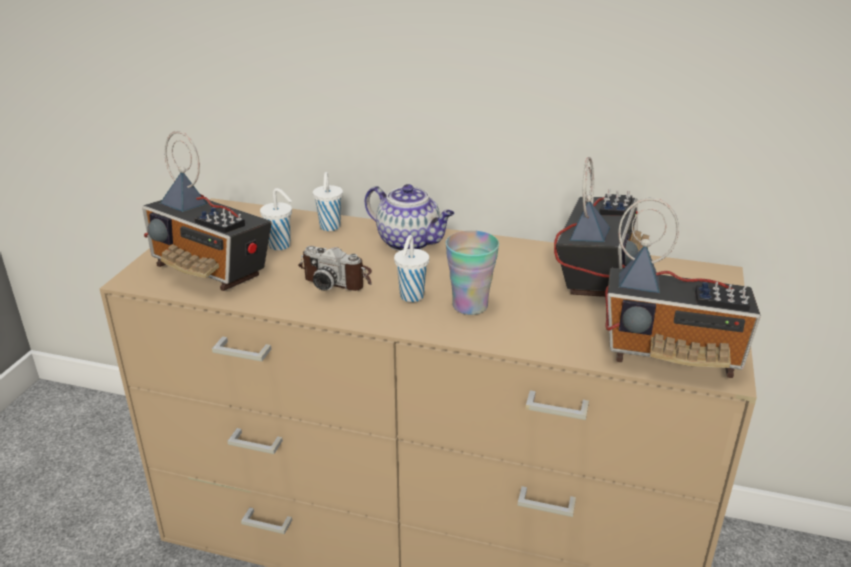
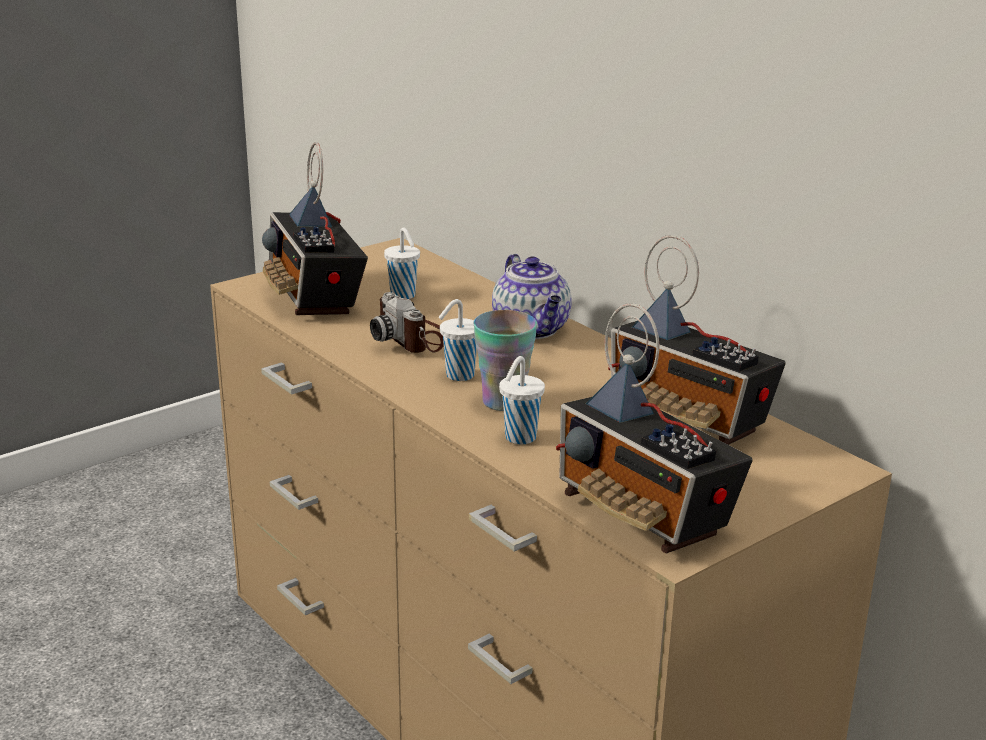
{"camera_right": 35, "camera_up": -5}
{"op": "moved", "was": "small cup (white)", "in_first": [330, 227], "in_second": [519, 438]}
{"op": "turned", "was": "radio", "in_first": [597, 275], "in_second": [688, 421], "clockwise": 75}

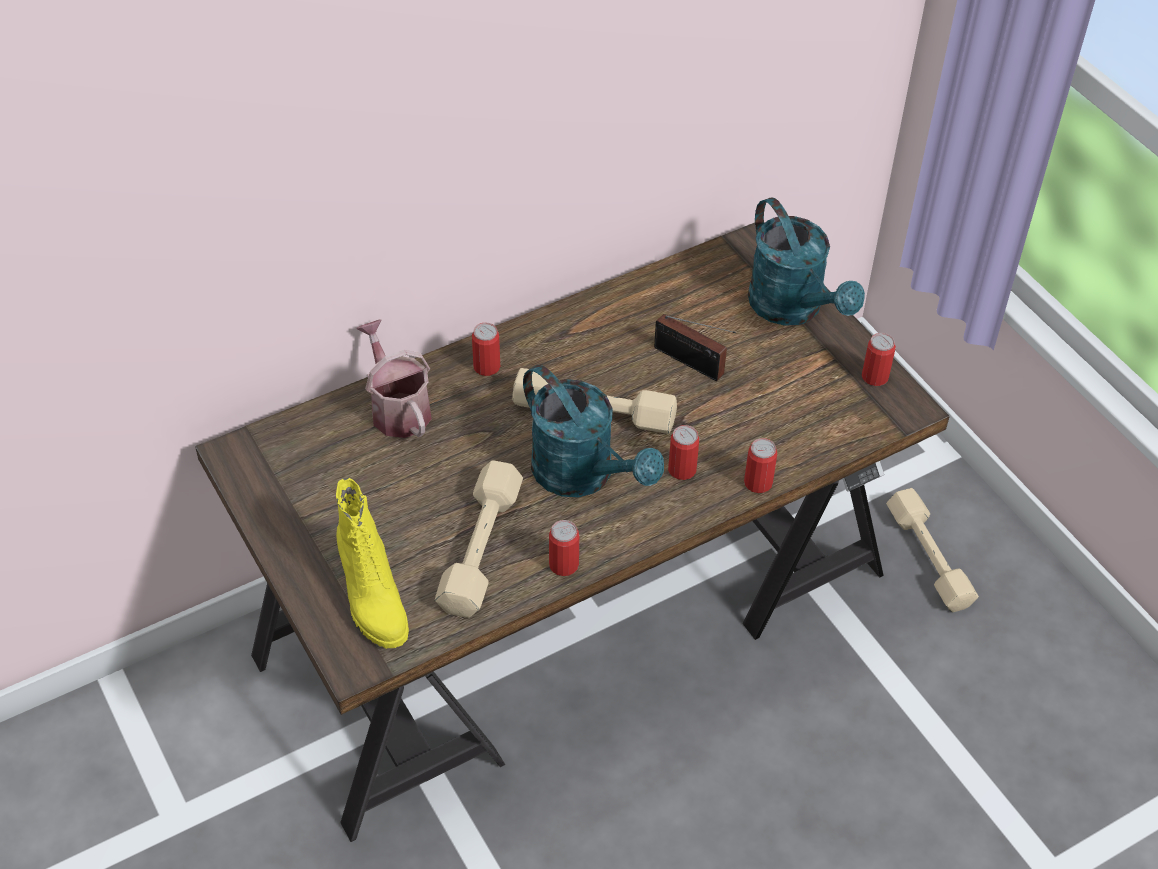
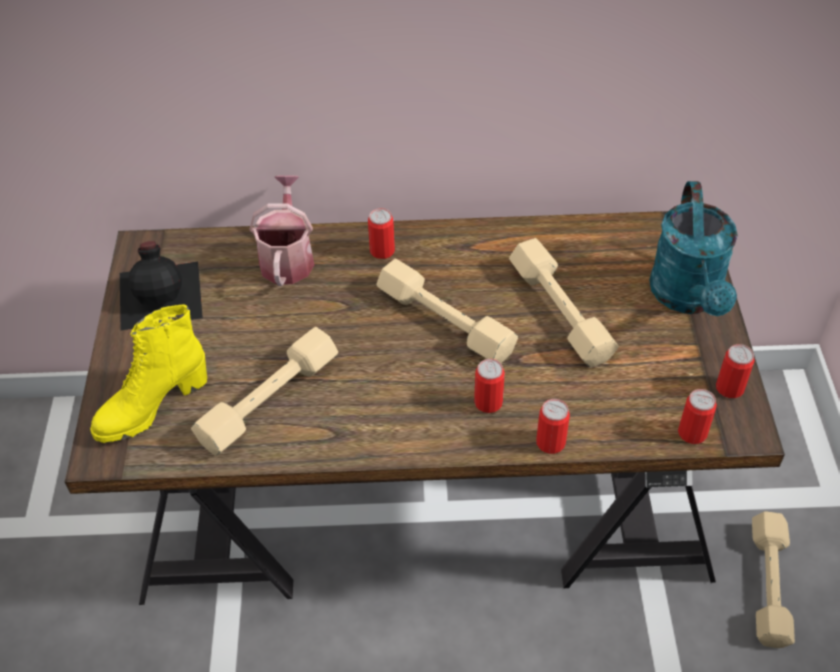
{"camera_right": 30, "camera_up": 0}
{"op": "turned", "was": "tall boot (yellow-coloured)", "in_first": [371, 600], "in_second": [152, 406], "clockwise": 45}
{"op": "added", "now": "bottle (black-coloured)", "in_second": [161, 293]}
{"op": "replaced", "was": "radio", "now": "dumbbell (beige)", "in_first": [692, 363], "in_second": [561, 312]}
{"op": "moved", "was": "sealed can", "in_first": [563, 565], "in_second": [692, 433]}
{"op": "removed", "was": "watering can (blue-green)", "in_first": [583, 476]}

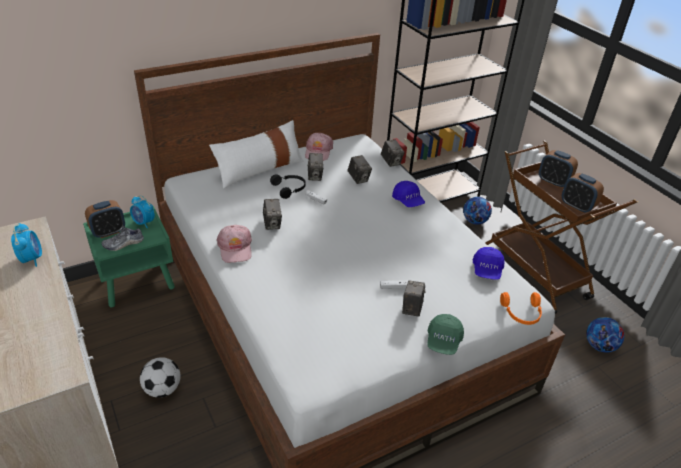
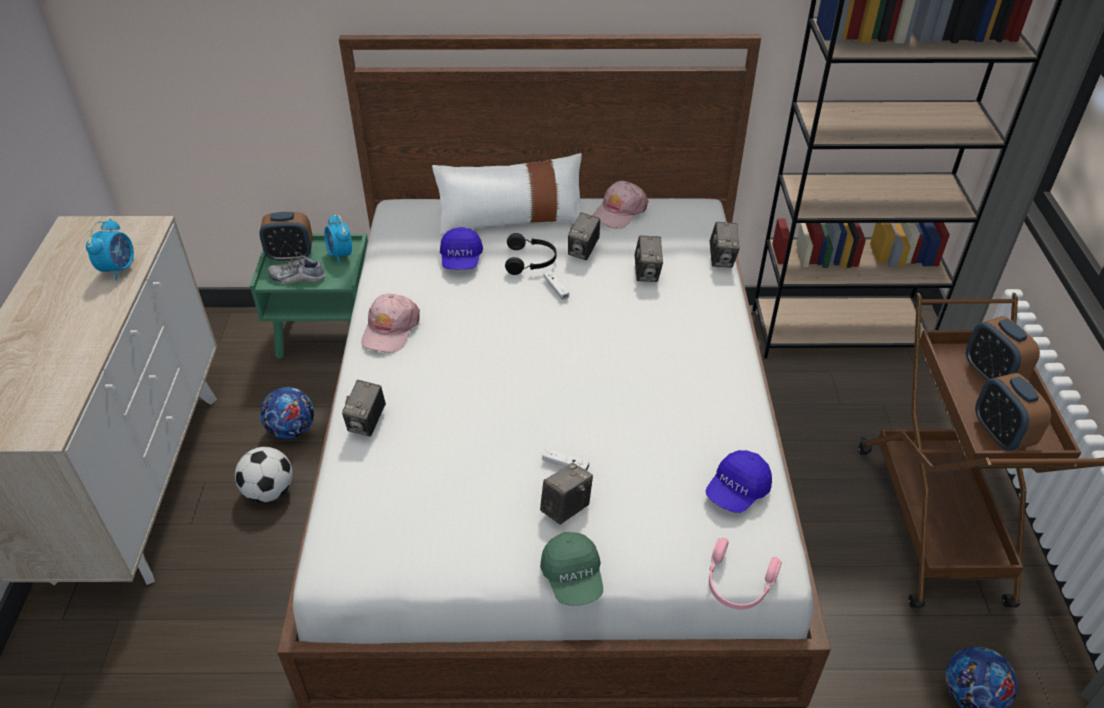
{"camera_right": 30, "camera_up": 5}
{"op": "moved", "was": "football ball", "in_first": [474, 221], "in_second": [292, 430]}
{"op": "moved", "was": "photo camera", "in_first": [272, 224], "in_second": [367, 423]}
{"op": "moved", "was": "cap (bluish)", "in_first": [408, 201], "in_second": [461, 260]}
{"op": "turned", "was": "cap (green)", "in_first": [443, 341], "in_second": [573, 578], "clockwise": -60}
{"op": "recoloured", "was": "headset (orangey)", "now": "headset (pink)", "in_first": [521, 313], "in_second": [738, 584]}

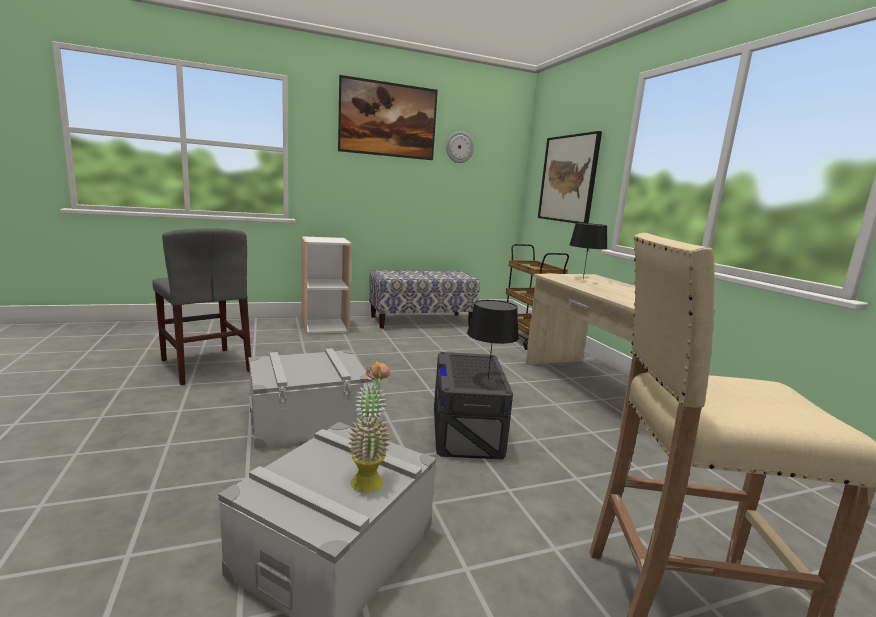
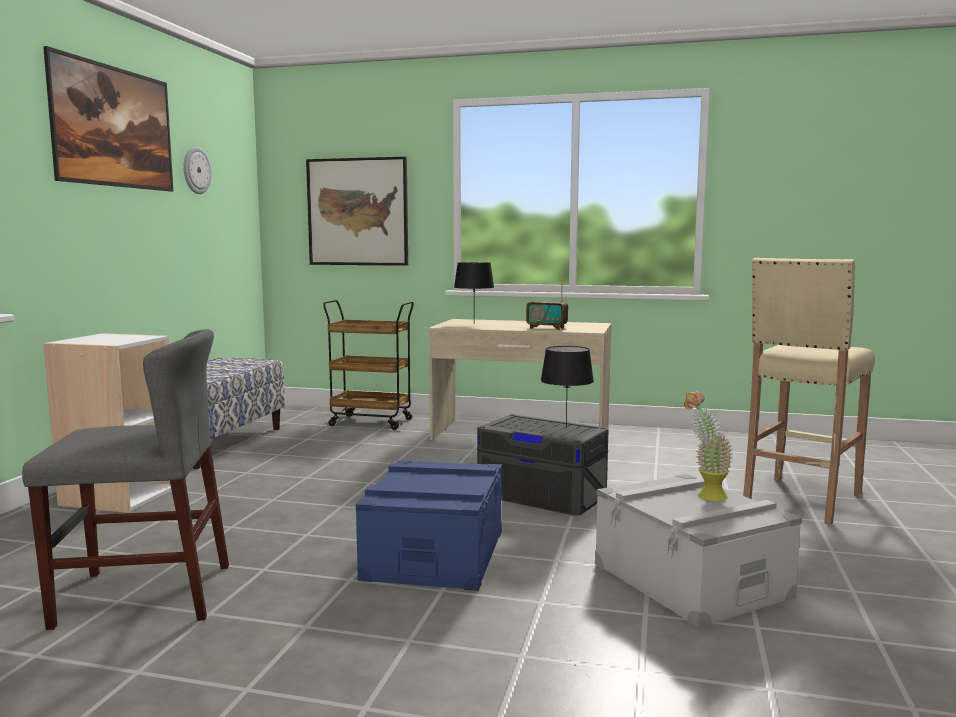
{"camera_right": -55, "camera_up": -5}
{"op": "recoloured", "was": "storage container (grey)", "now": "storage container (bluish)", "in_first": [308, 418], "in_second": [434, 554]}
{"op": "added", "now": "radio", "in_second": [547, 328]}

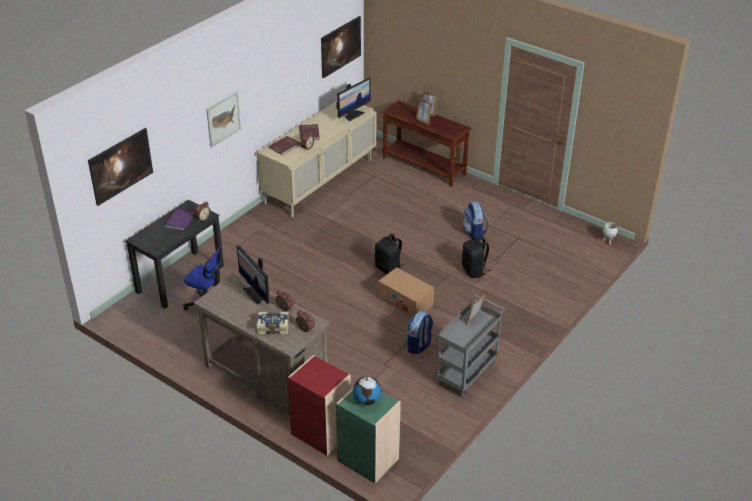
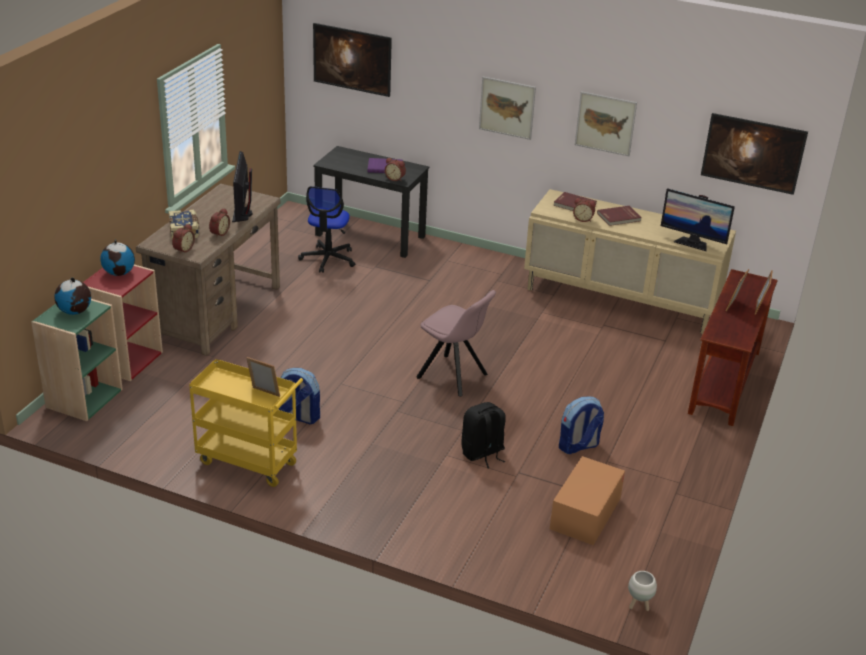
{"camera_right": 75, "camera_up": -5}
{"op": "added", "now": "globe", "in_second": [119, 273]}
{"op": "recoloured", "was": "cart (grey)", "now": "cart (yellow-coloured)", "in_first": [467, 374], "in_second": [250, 464]}
{"op": "turned", "was": "computer display", "in_first": [256, 294], "in_second": [242, 214], "clockwise": -45}
{"op": "replaced", "was": "knapsack (black-coloured)", "now": "plain chair (pink)", "in_first": [388, 269], "in_second": [453, 376]}
{"op": "moved", "was": "cardboard box", "in_first": [405, 301], "in_second": [585, 513]}
{"op": "added", "now": "wall picture", "in_second": [605, 123]}

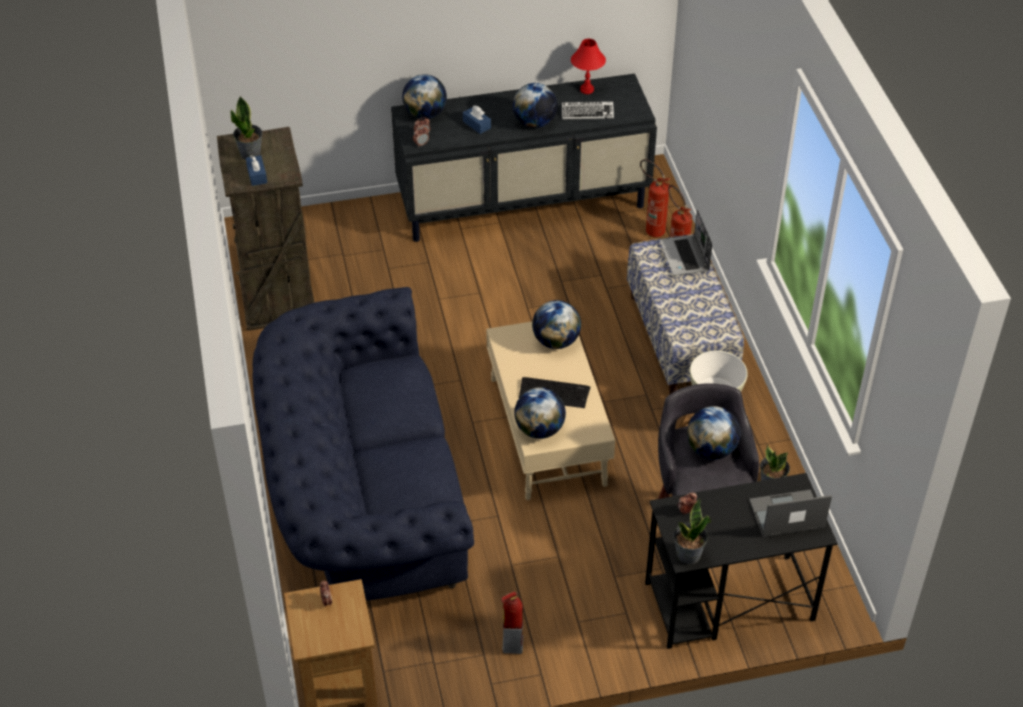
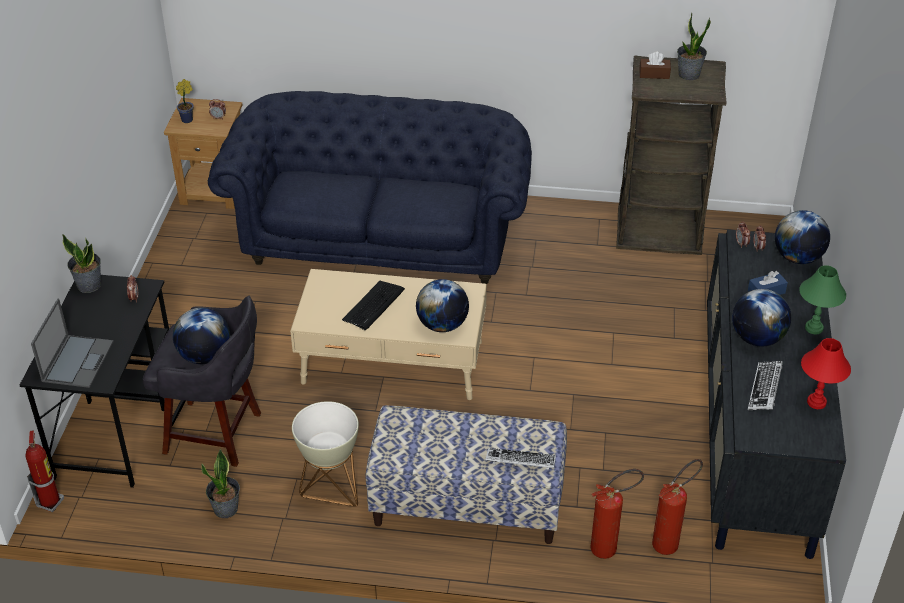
{"camera_right": 110, "camera_up": -5}
{"op": "moved", "was": "fire-fighting cylinder", "in_first": [512, 645], "in_second": [50, 502]}
{"op": "added", "now": "plant in a pot", "in_second": [188, 119]}
{"op": "replaced", "was": "laptop", "now": "computer keyboard", "in_first": [685, 257], "in_second": [520, 462]}
{"op": "recoloured", "was": "box of tissues (bluish)", "now": "box of tissues (brown-coloured)", "in_first": [257, 175], "in_second": [654, 74]}
{"op": "added", "now": "lamp for a table (green)", "in_second": [813, 328]}
{"op": "removed", "was": "globe", "in_first": [539, 429]}

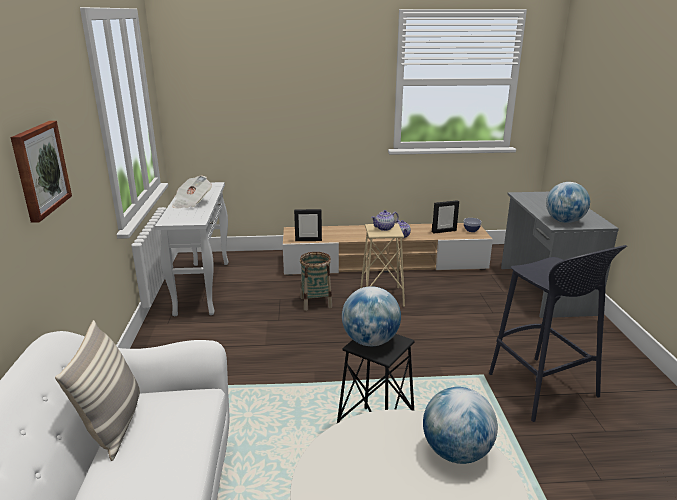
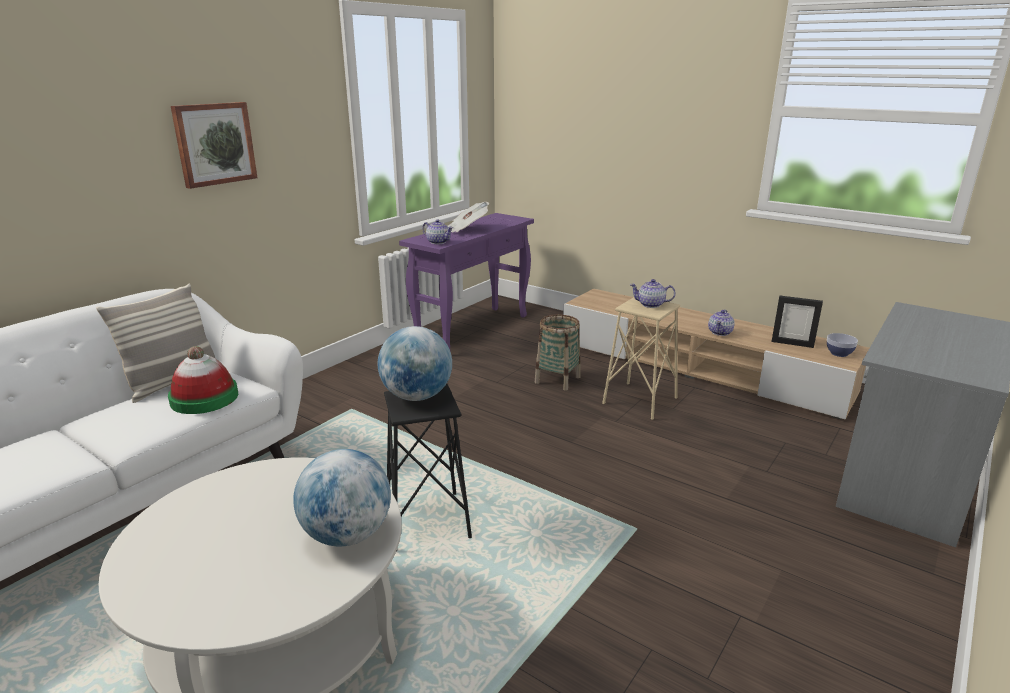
{"camera_right": 40, "camera_up": 0}
{"op": "added", "now": "clothing hat", "in_second": [204, 398]}
{"op": "recoloured", "was": "hall table (white)", "now": "hall table (purple)", "in_first": [203, 287], "in_second": [473, 330]}
{"op": "added", "now": "pot for tea", "in_second": [438, 242]}
{"op": "removed", "was": "picture frame", "in_first": [308, 240]}
{"op": "removed", "was": "stool seat (grey)", "in_first": [540, 388]}
{"op": "removed", "was": "globe", "in_first": [564, 221]}

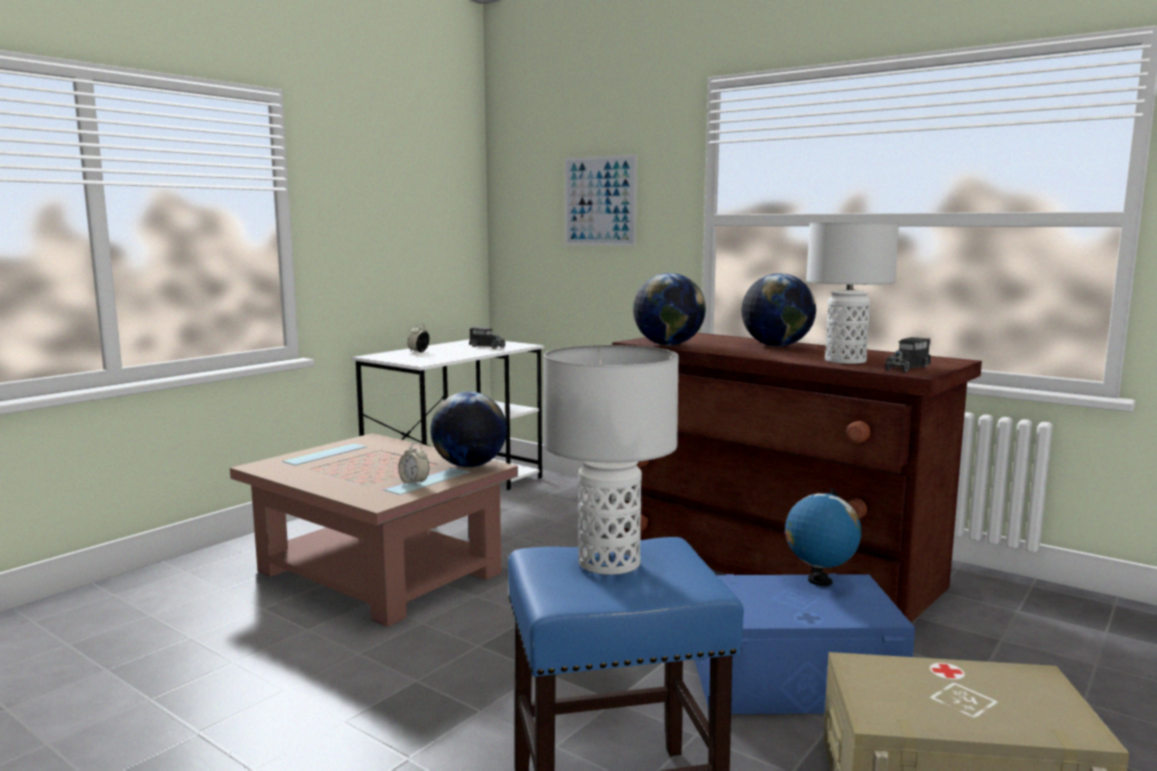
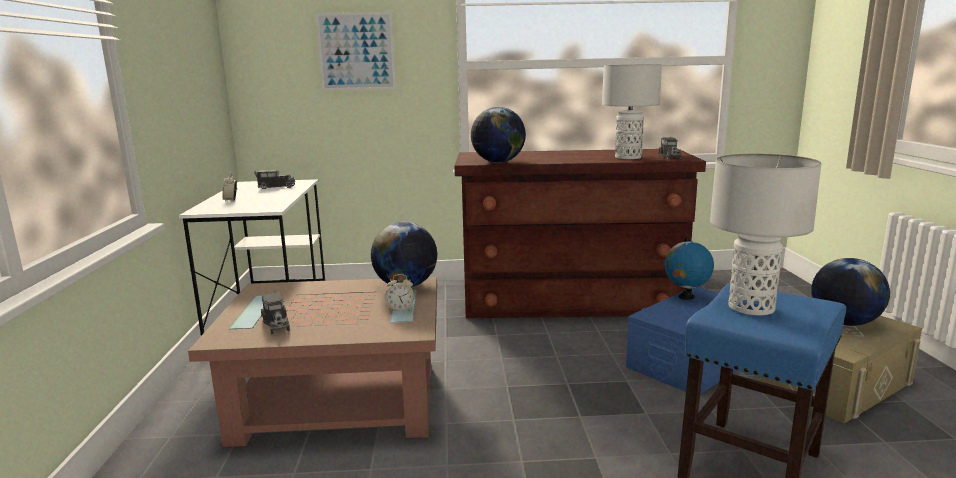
{"camera_right": -40, "camera_up": 5}
{"op": "added", "now": "toy lorry", "in_second": [276, 323]}
{"op": "moved", "was": "globe", "in_first": [776, 346], "in_second": [844, 322]}

